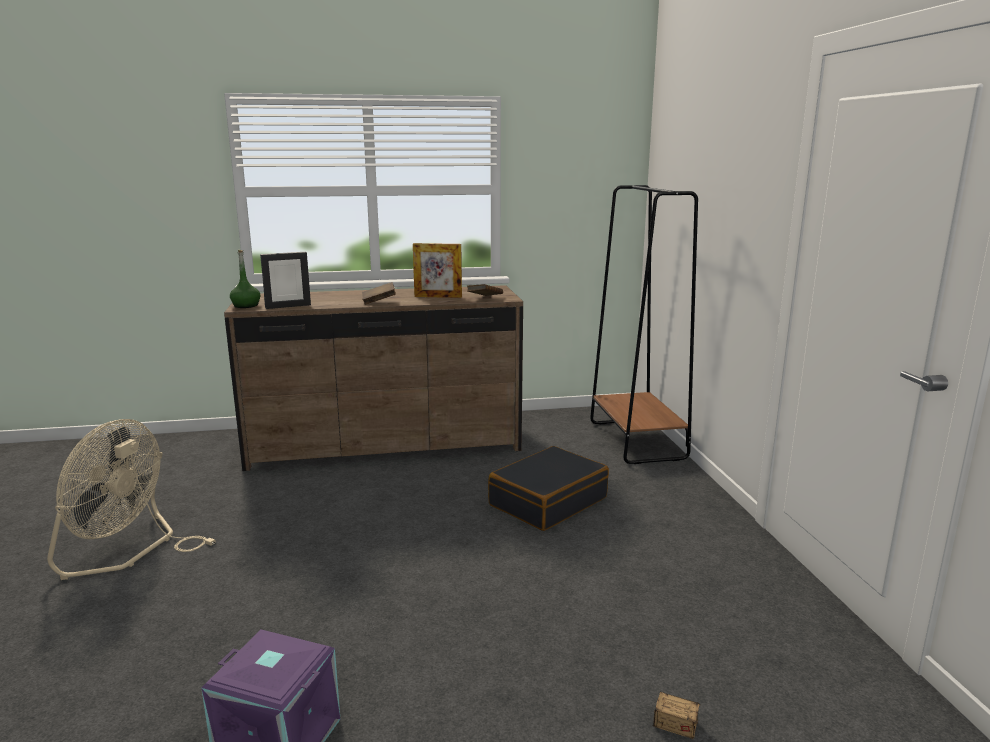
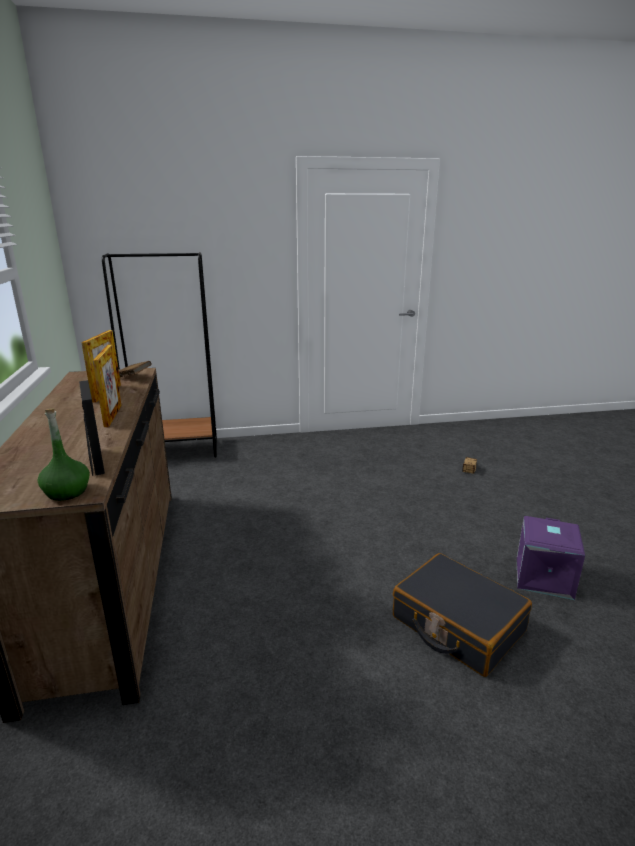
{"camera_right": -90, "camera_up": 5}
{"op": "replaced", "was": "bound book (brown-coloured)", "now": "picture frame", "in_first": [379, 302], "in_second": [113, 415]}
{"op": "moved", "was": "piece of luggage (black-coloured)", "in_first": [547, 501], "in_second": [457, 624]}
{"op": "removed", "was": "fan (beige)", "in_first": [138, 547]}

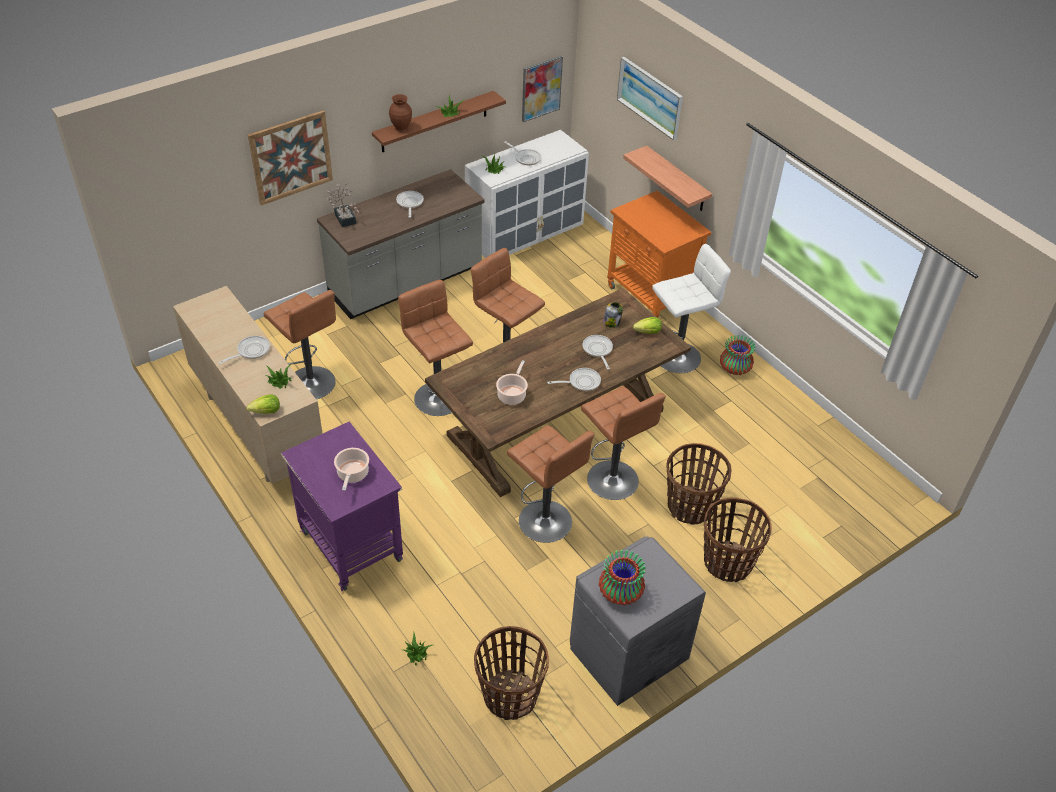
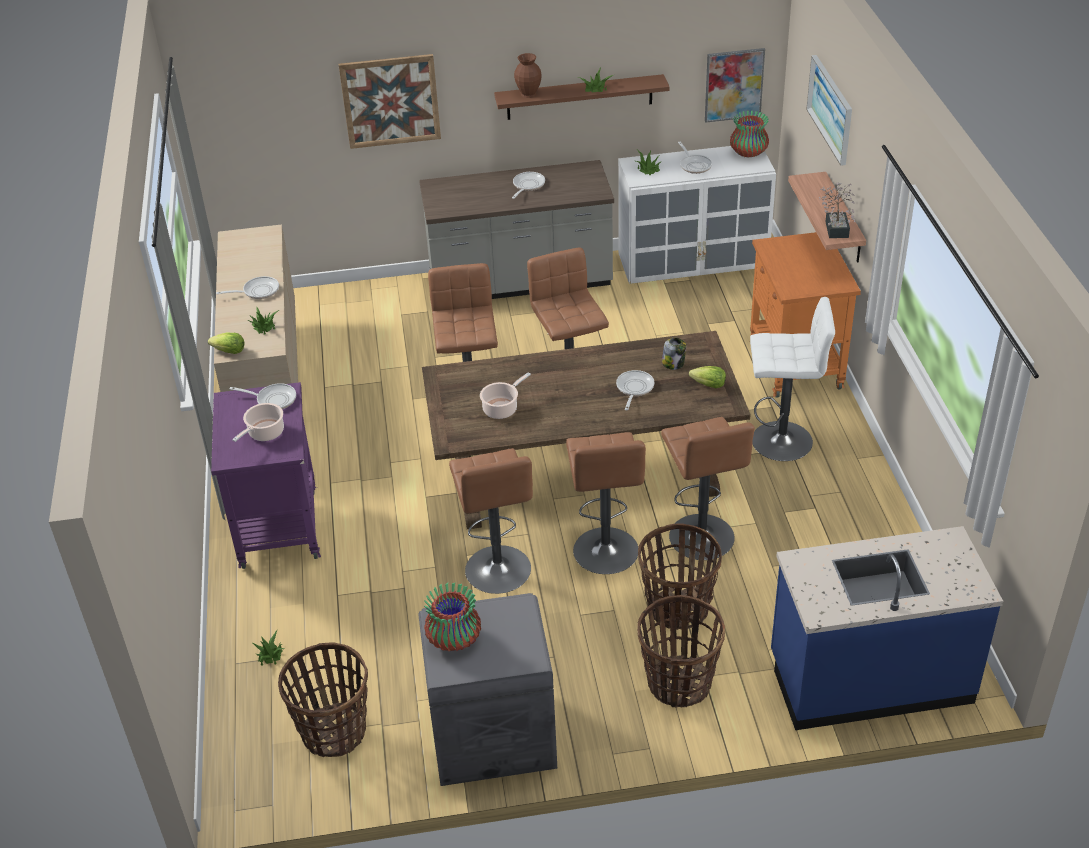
{"camera_right": 30, "camera_up": -5}
{"op": "moved", "was": "pan", "in_first": [581, 382], "in_second": [273, 399]}
{"op": "moved", "was": "stool seat (brown-coloured)", "in_first": [311, 384], "in_second": [701, 538]}
{"op": "moved", "was": "vase", "in_first": [734, 369], "in_second": [748, 152]}
{"op": "added", "now": "kitchen counter (bluish)", "in_second": [869, 679]}
{"op": "moved", "was": "plant in a pot", "in_first": [344, 217], "in_second": [836, 227]}

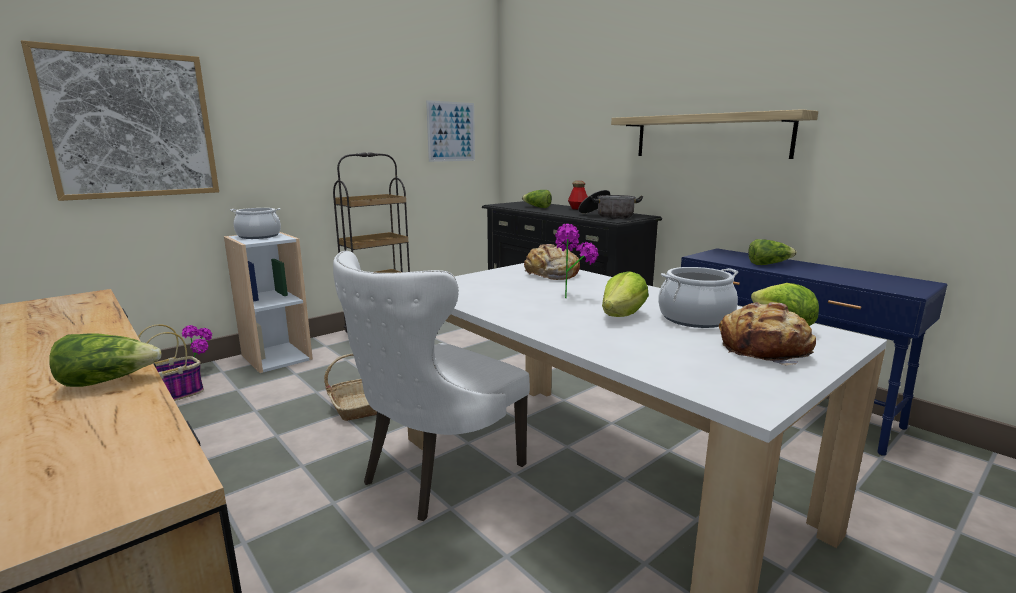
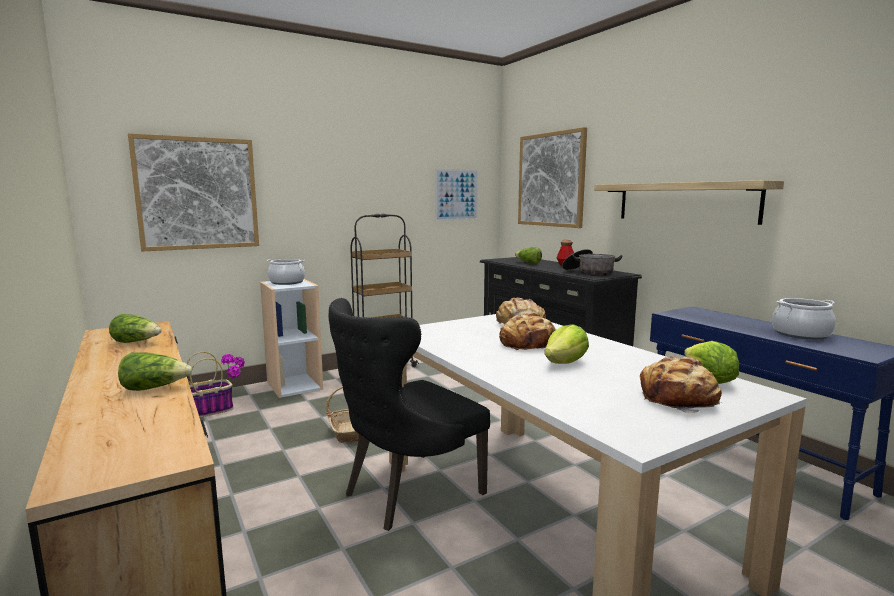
{"camera_right": 10, "camera_up": -5}
{"op": "moved", "was": "lettuce head", "in_first": [768, 264], "in_second": [137, 342]}
{"op": "recoloured", "was": "plain chair (white)", "now": "plain chair (black-coloured)", "in_first": [436, 473], "in_second": [407, 492]}
{"op": "replaced", "was": "plant in a pot", "now": "baked bread", "in_first": [571, 296], "in_second": [528, 344]}
{"op": "added", "now": "wall picture", "in_second": [551, 180]}
{"op": "moved", "was": "stockpot", "in_first": [695, 318], "in_second": [801, 334]}

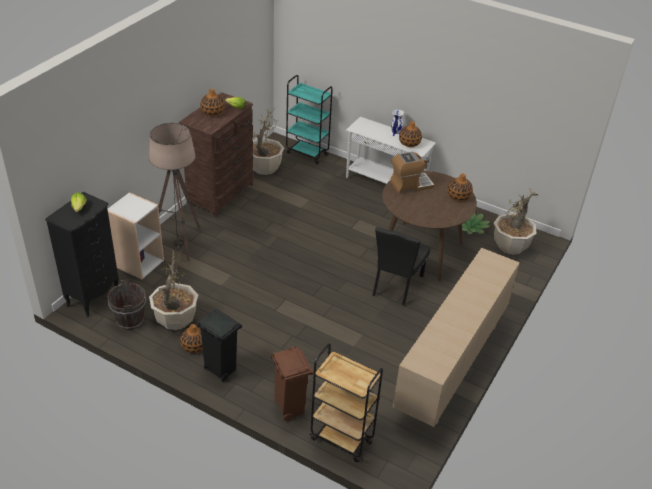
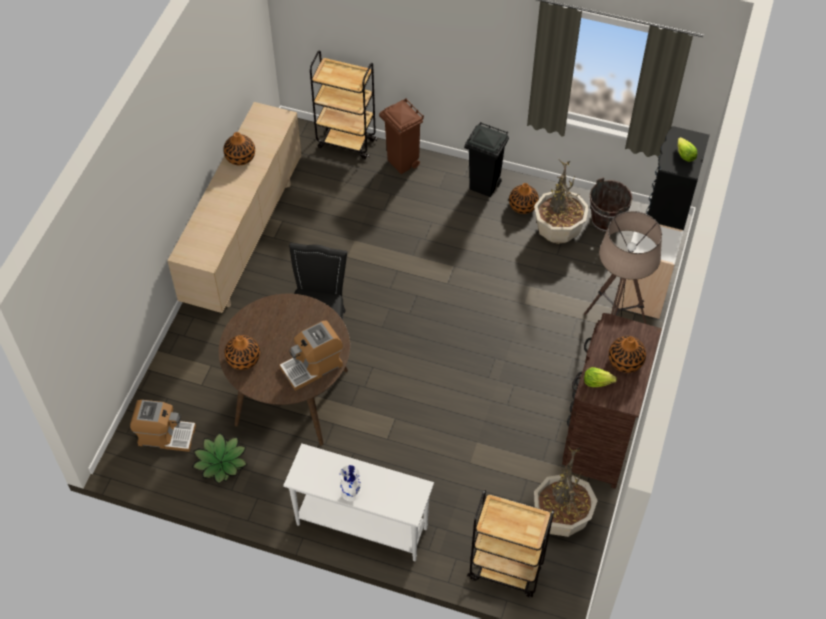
{"camera_right": 170, "camera_up": 15}
{"op": "replaced", "was": "plant in a pot", "now": "coffee maker", "in_first": [510, 246], "in_second": [165, 435]}
{"op": "moved", "was": "vase", "in_first": [409, 143], "in_second": [240, 157]}
{"op": "recoloured", "was": "cart (blue-green)", "now": "cart (brown-coloured)", "in_first": [308, 154], "in_second": [504, 574]}

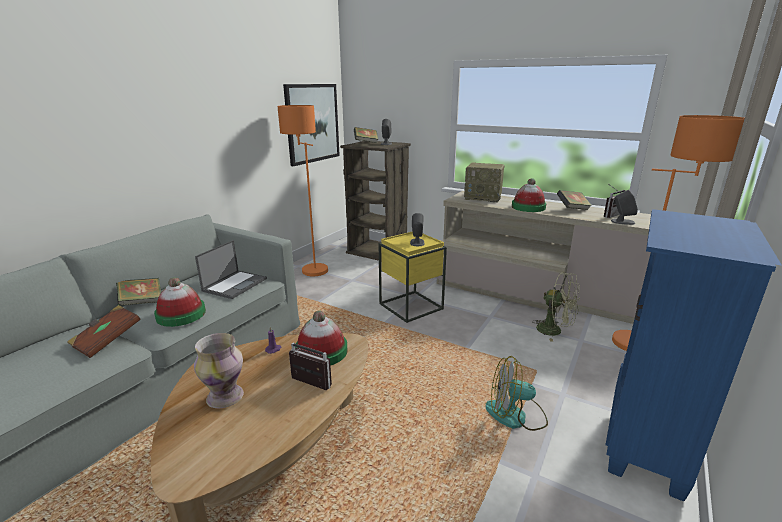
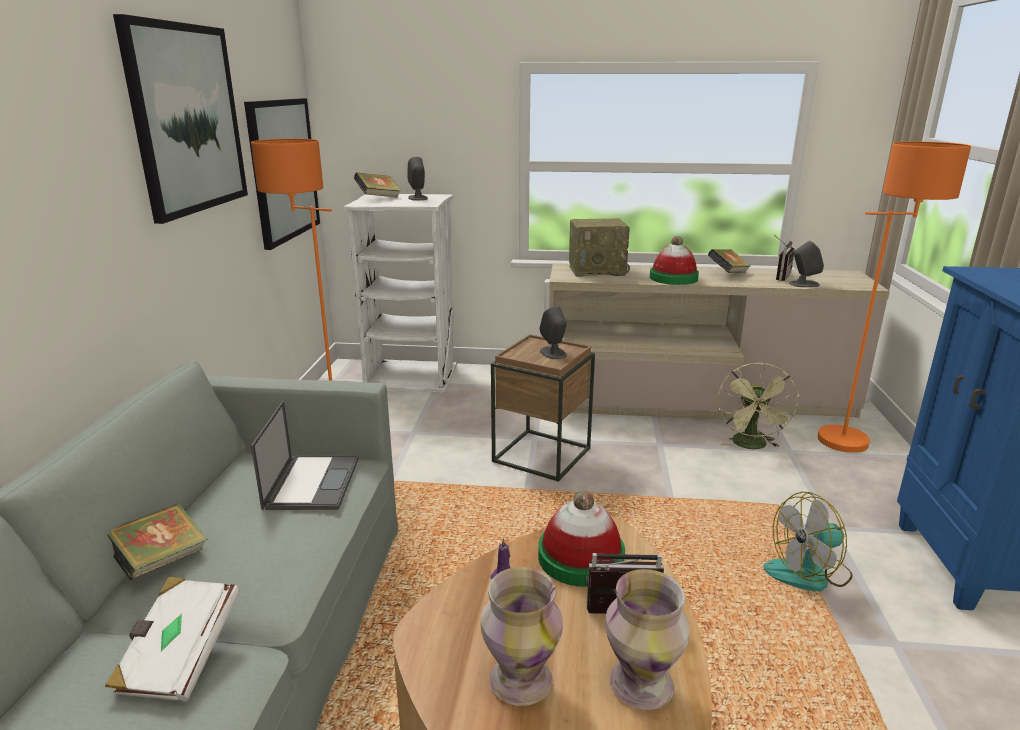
{"camera_right": -25, "camera_up": 0}
{"op": "recoloured", "was": "bound book (brown-coloured)", "now": "bound book (white)", "in_first": [107, 341], "in_second": [179, 656]}
{"op": "added", "now": "wall picture", "in_second": [187, 119]}
{"op": "recoloured", "was": "bookshelf (brown-coloured)", "now": "bookshelf (white)", "in_first": [378, 251], "in_second": [411, 376]}
{"op": "recoloured", "was": "side table (yellow-coloured)", "now": "side table (brown-coloured)", "in_first": [411, 306], "in_second": [541, 454]}
{"op": "added", "now": "vase", "in_second": [642, 685]}
{"op": "turned", "was": "fan (green)", "in_first": [554, 331], "in_second": [751, 446], "clockwise": 90}
{"op": "removed", "was": "clothing hat", "in_first": [181, 314]}

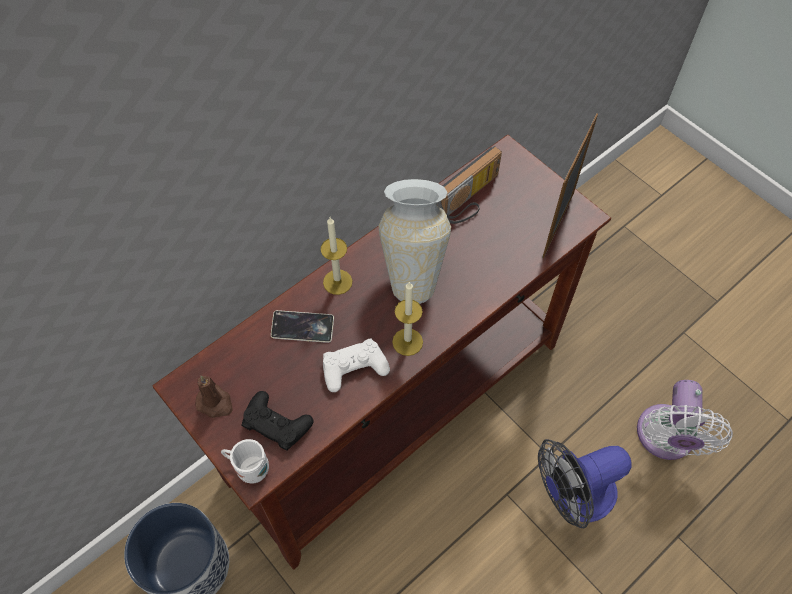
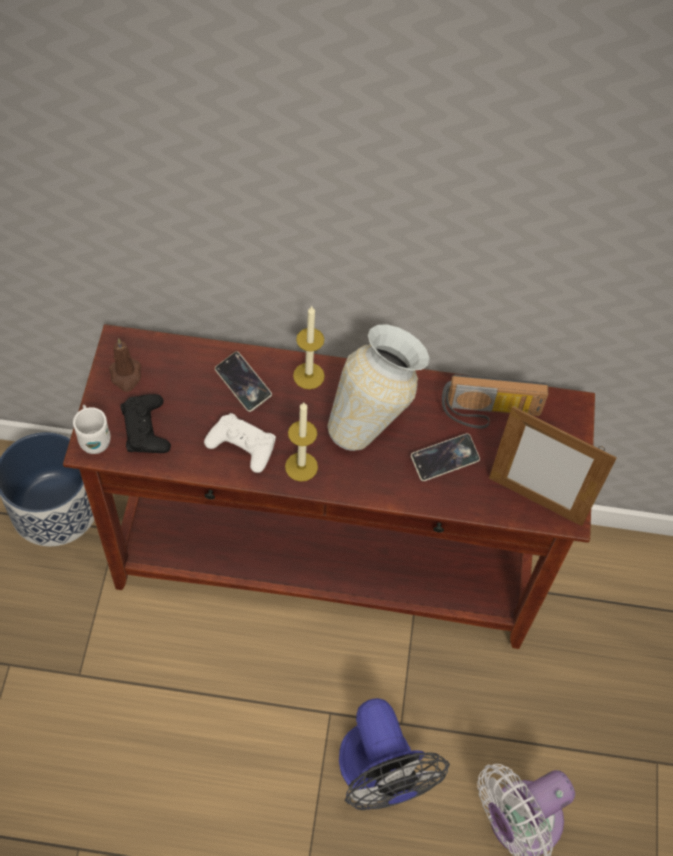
{"camera_right": 45, "camera_up": 0}
{"op": "turned", "was": "fan", "in_first": [573, 496], "in_second": [380, 774], "clockwise": -135}
{"op": "added", "now": "telephone", "in_second": [444, 459]}
{"op": "turned", "was": "picture frame", "in_first": [558, 225], "in_second": [535, 501], "clockwise": -135}

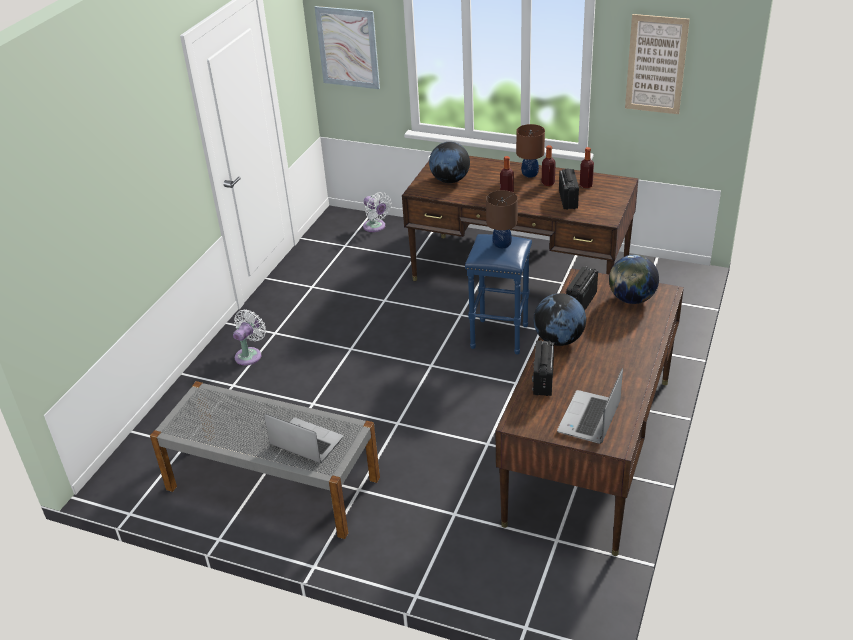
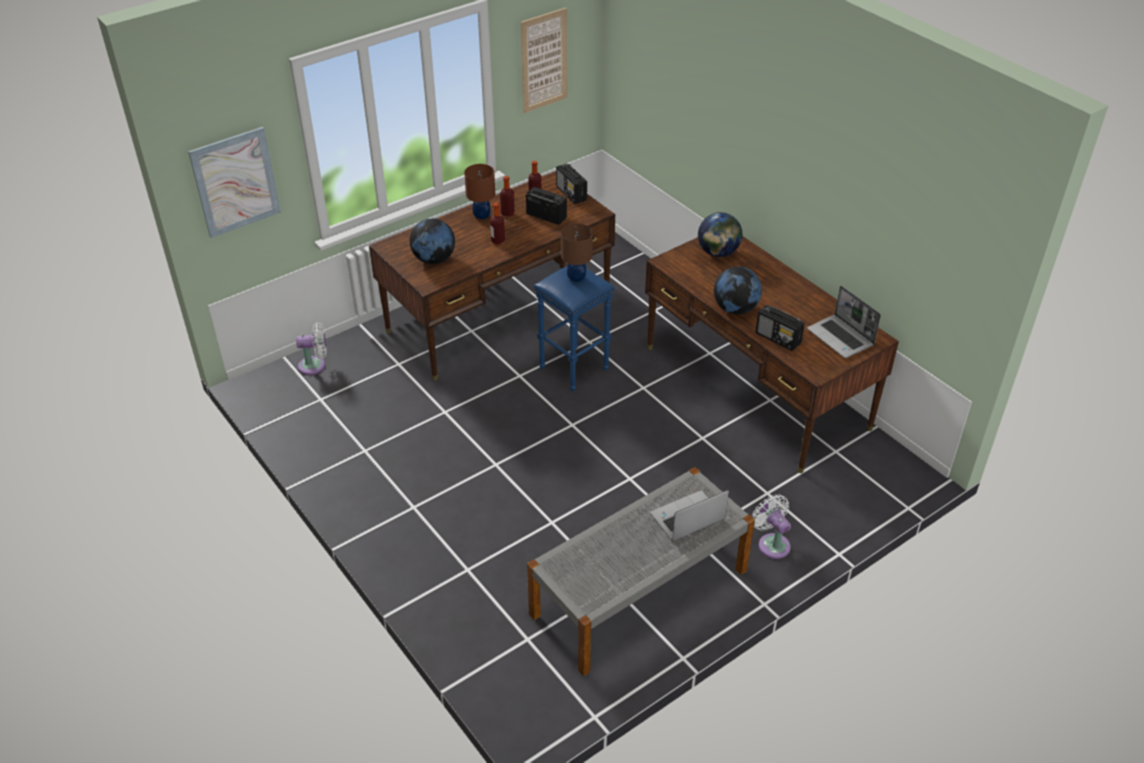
{"camera_right": -60, "camera_up": 5}
{"op": "moved", "was": "radio", "in_first": [581, 303], "in_second": [571, 194]}
{"op": "moved", "was": "fan (white)", "in_first": [250, 355], "in_second": [772, 543]}

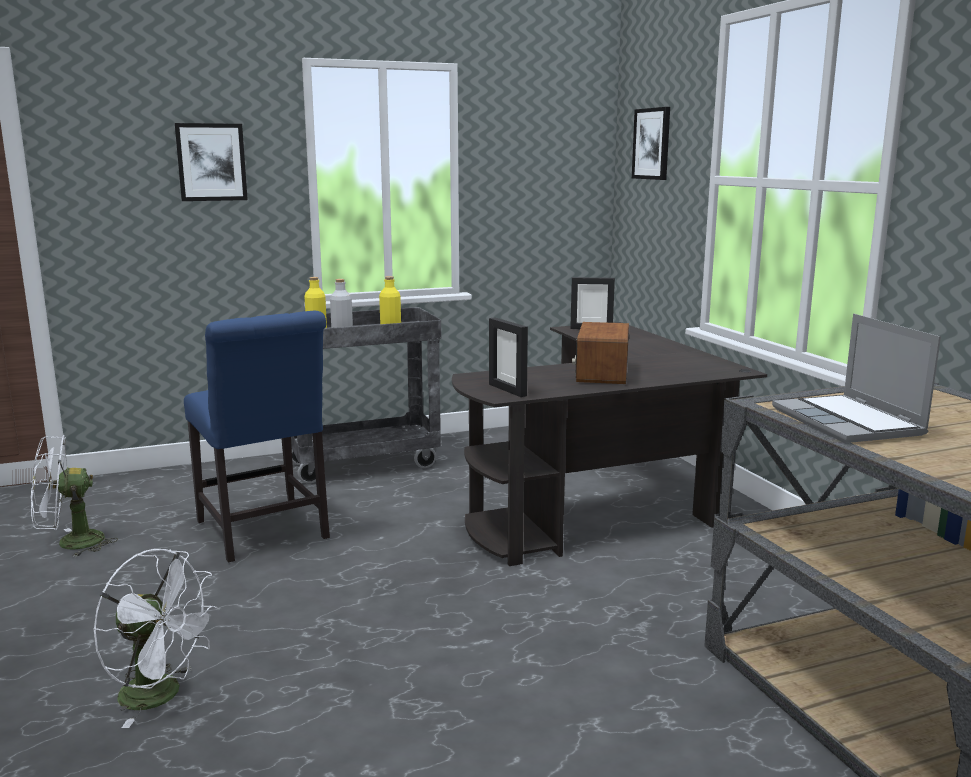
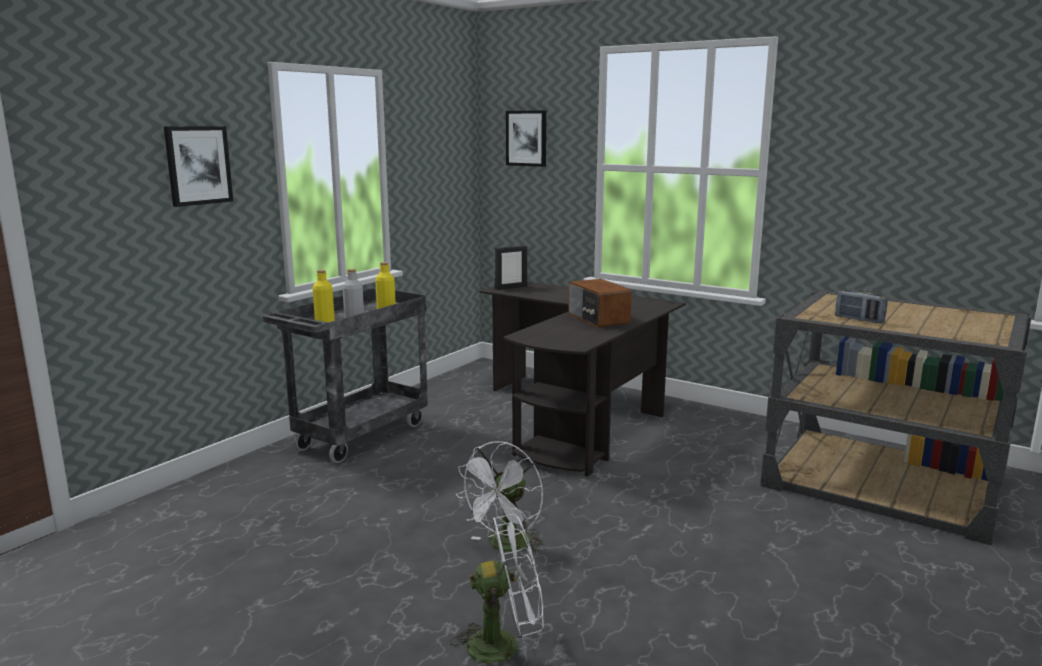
{"camera_right": -35, "camera_up": 0}
{"op": "moved", "was": "fan (white)", "in_first": [70, 544], "in_second": [505, 546]}
{"op": "replaced", "was": "laptop", "now": "radio", "in_first": [849, 422], "in_second": [859, 320]}
{"op": "removed", "was": "plain chair (bluish)", "in_first": [264, 534]}
{"op": "removed", "was": "picture frame", "in_first": [508, 390]}

